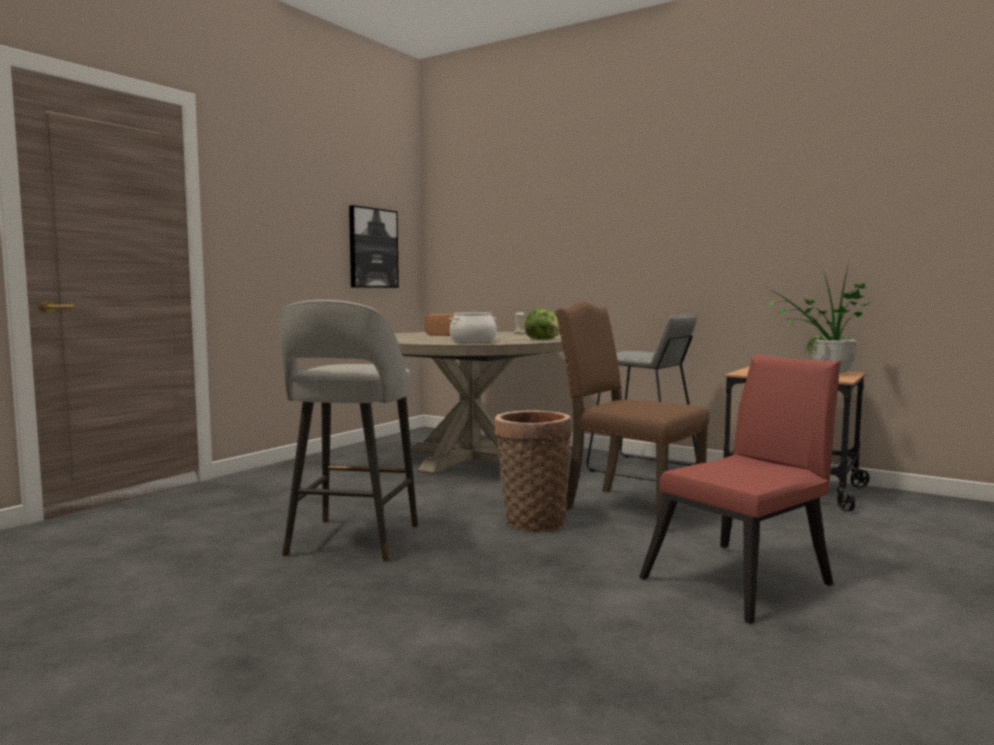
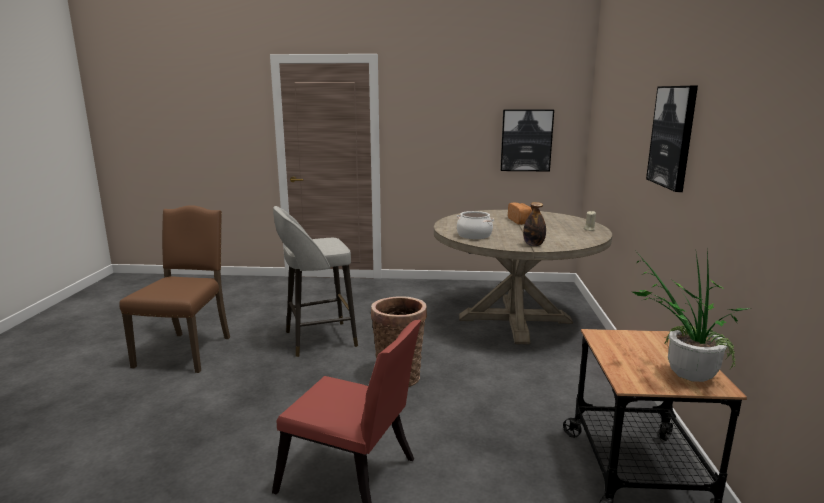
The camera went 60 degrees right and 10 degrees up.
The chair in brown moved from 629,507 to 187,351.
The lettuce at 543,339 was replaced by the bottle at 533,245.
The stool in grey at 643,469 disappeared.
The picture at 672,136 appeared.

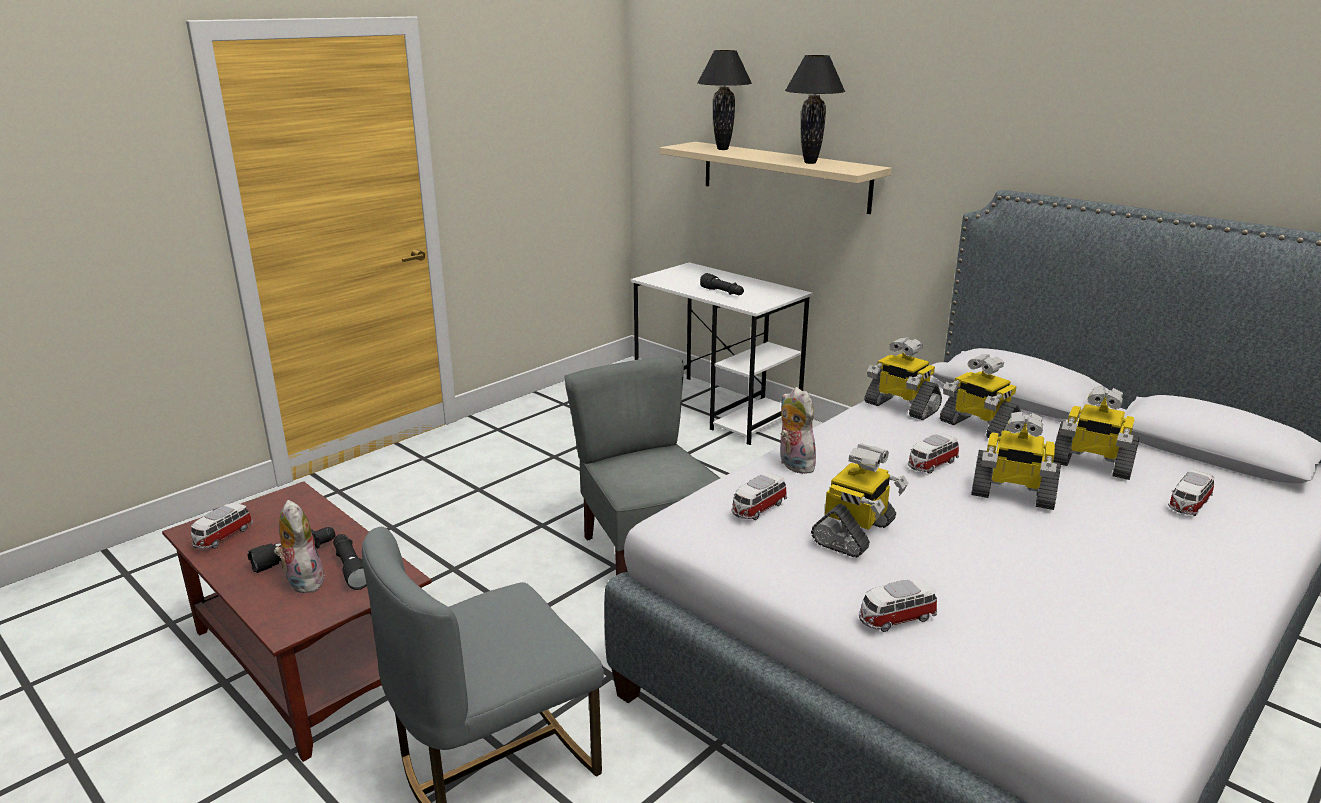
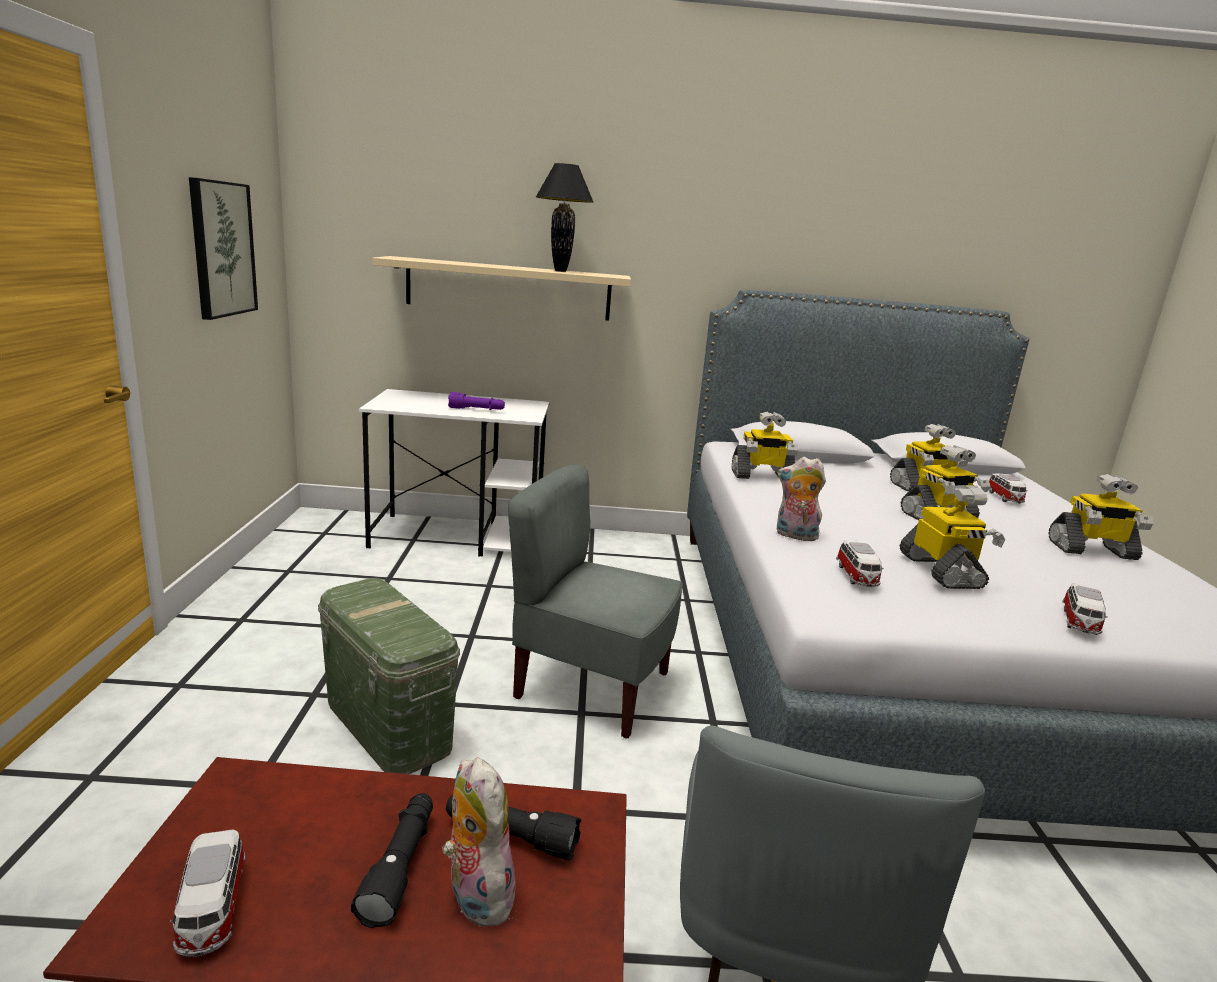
The camera went 45 degrees left and 5 degrees down.
The table lamp in black at 723,149 disappeared.
The flashlight in black at 722,292 became the flashlight in purple at 476,410.
The toy robot moved from 977,427 to 1091,550.
The toy car at 931,465 disappeared.
The plush toy at 302,581 turned 45 degrees clockwise.
The picture at 222,249 appeared.
The storage box in green at 387,724 appeared.

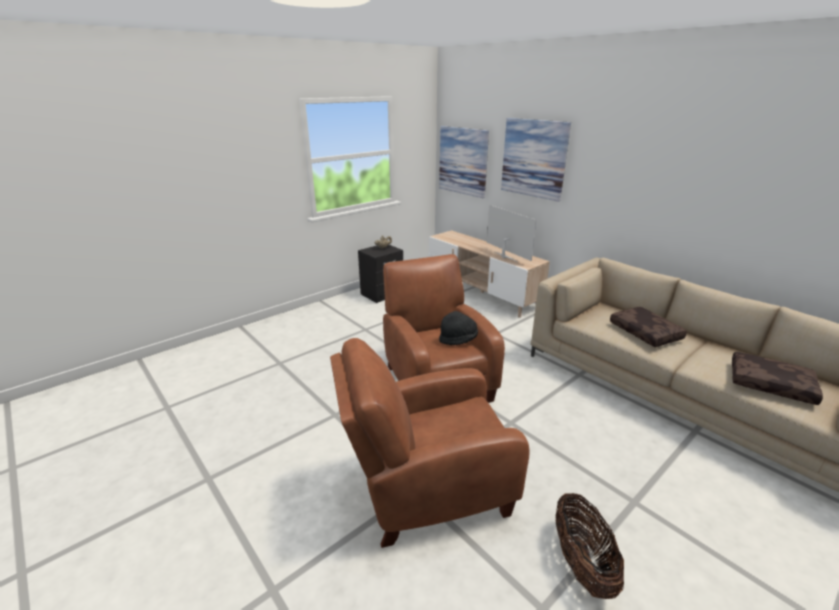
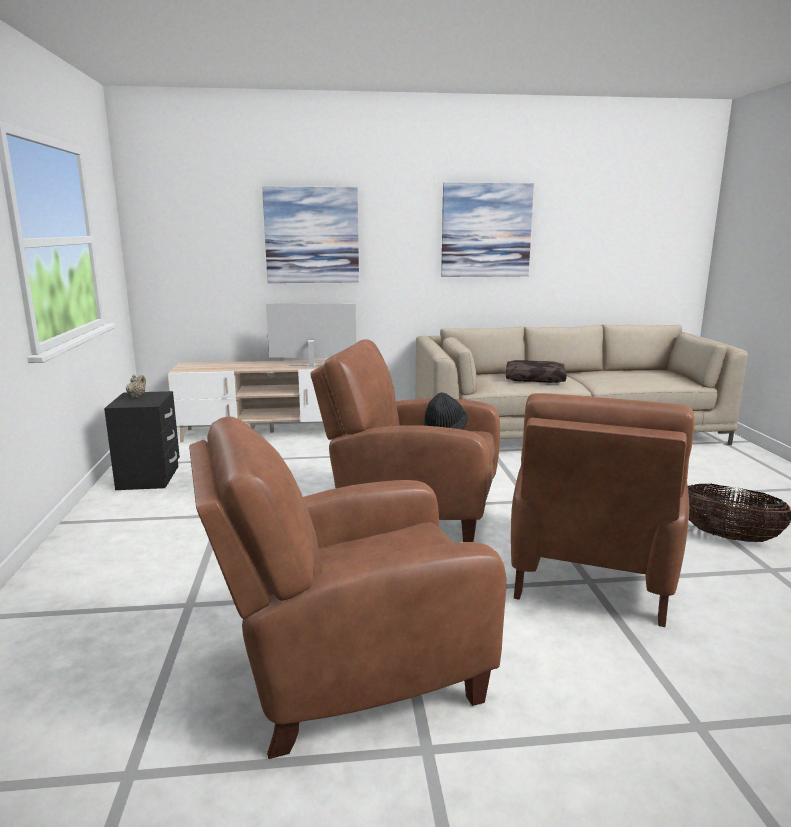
The camera went 55 degrees left and 10 degrees down.
The picture moved from 463,161 to 486,230.
The pillow in brown at 770,384 disappeared.
The armchair in brown at 347,671 appeared.

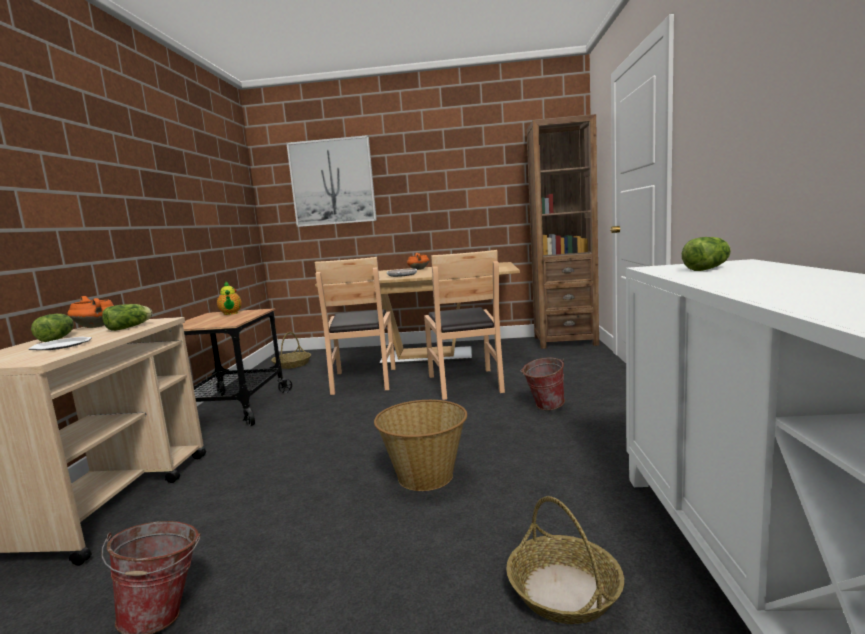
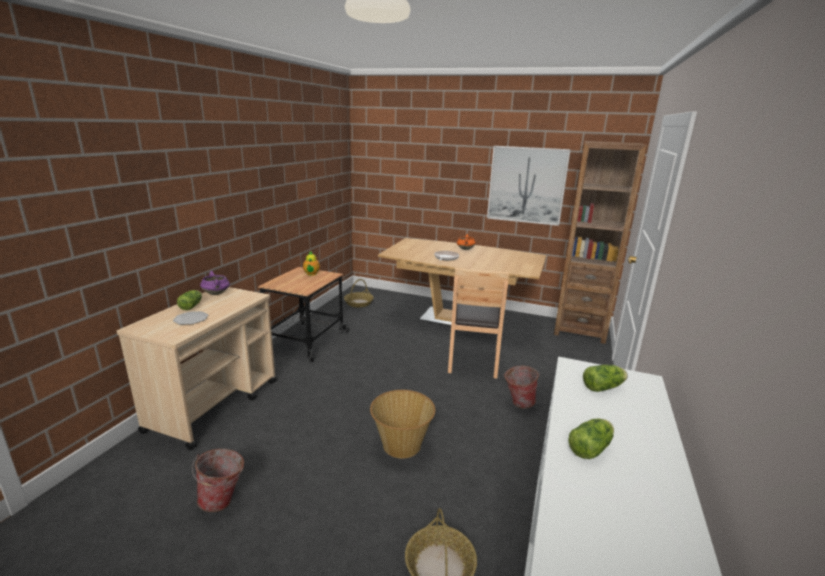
The camera went 15 degrees right and 10 degrees up.
The picture moved from 332,182 to 526,185.
The chair in brown at 363,380 disappeared.
The cooking pot in orange at 96,326 became the cooking pot in purple at 216,293.
The lettuce moved from 130,327 to 591,447.

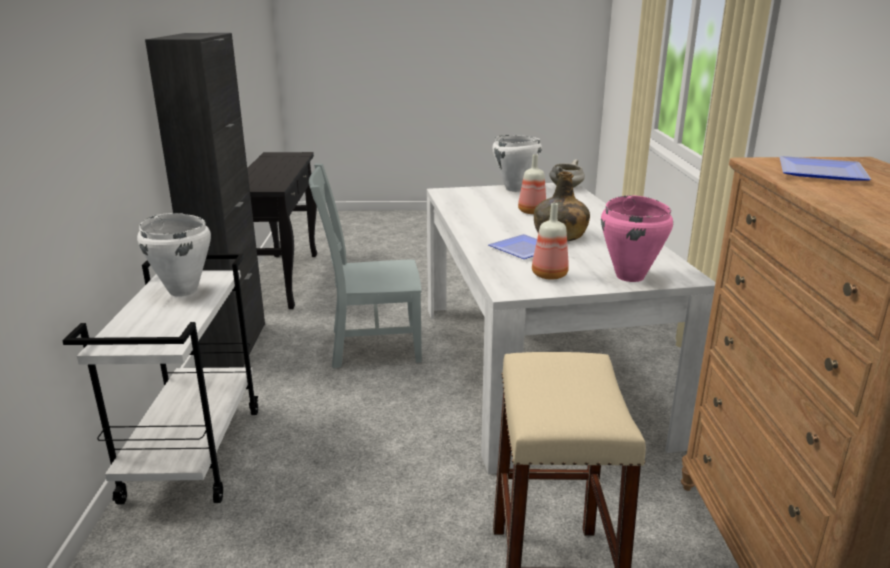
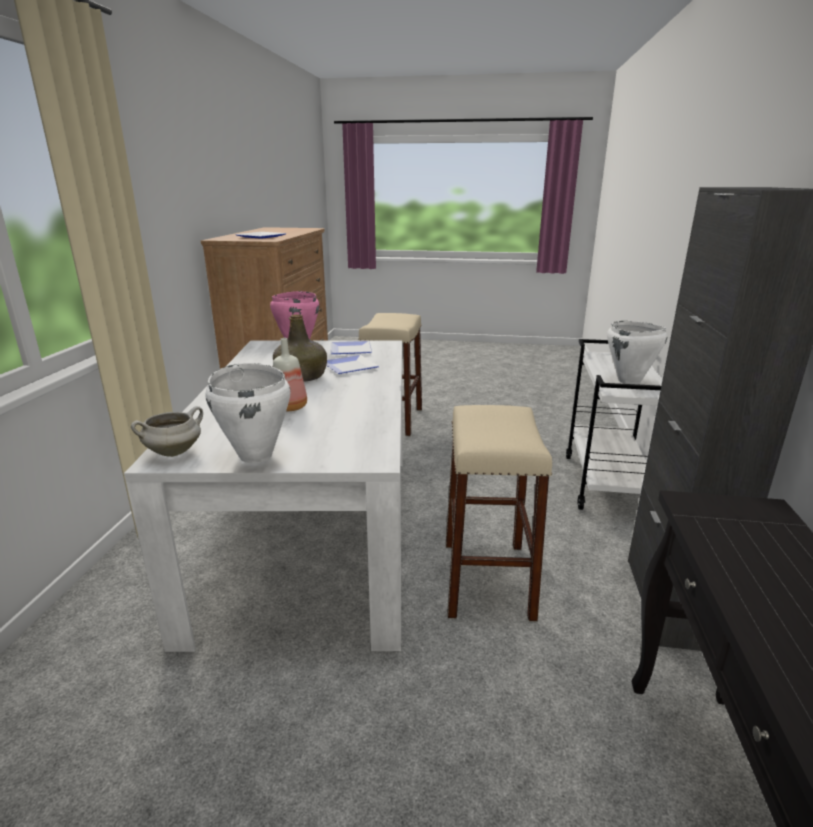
The camera went 170 degrees left and 0 degrees up.
The chair in grey at 371,346 was replaced by the stool in beige at 487,579.
The bottle at 549,275 was replaced by the plate at 352,349.

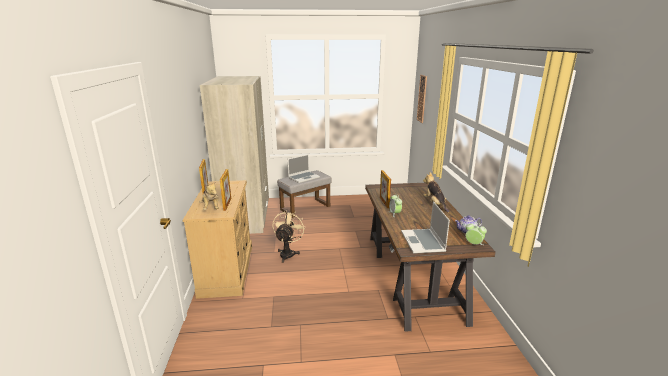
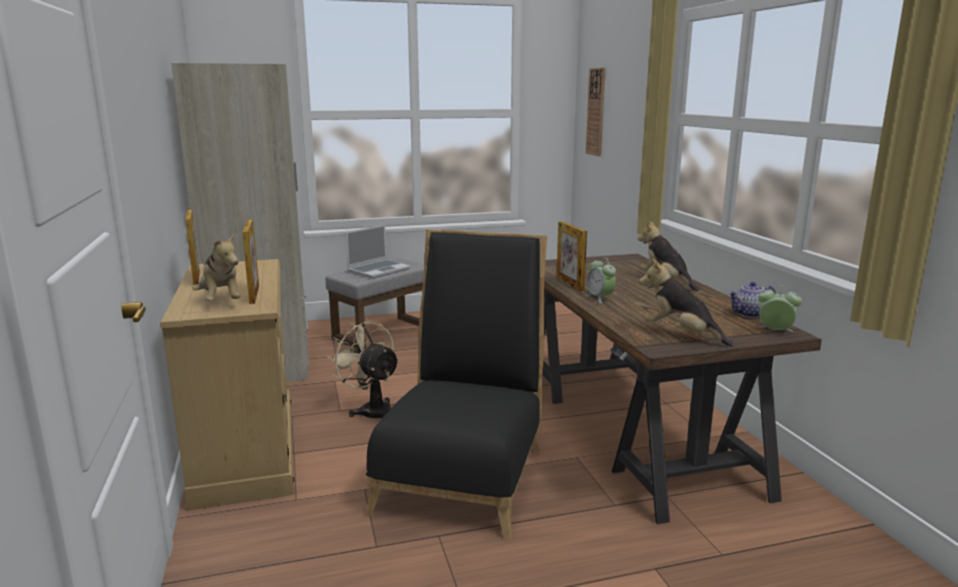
The camera went 10 degrees left and 5 degrees down.
The laptop at 423,242 was replaced by the plush toy at 681,335.
The fan in beige at 288,253 turned 45 degrees counterclockwise.
The chair in black at 464,472 appeared.

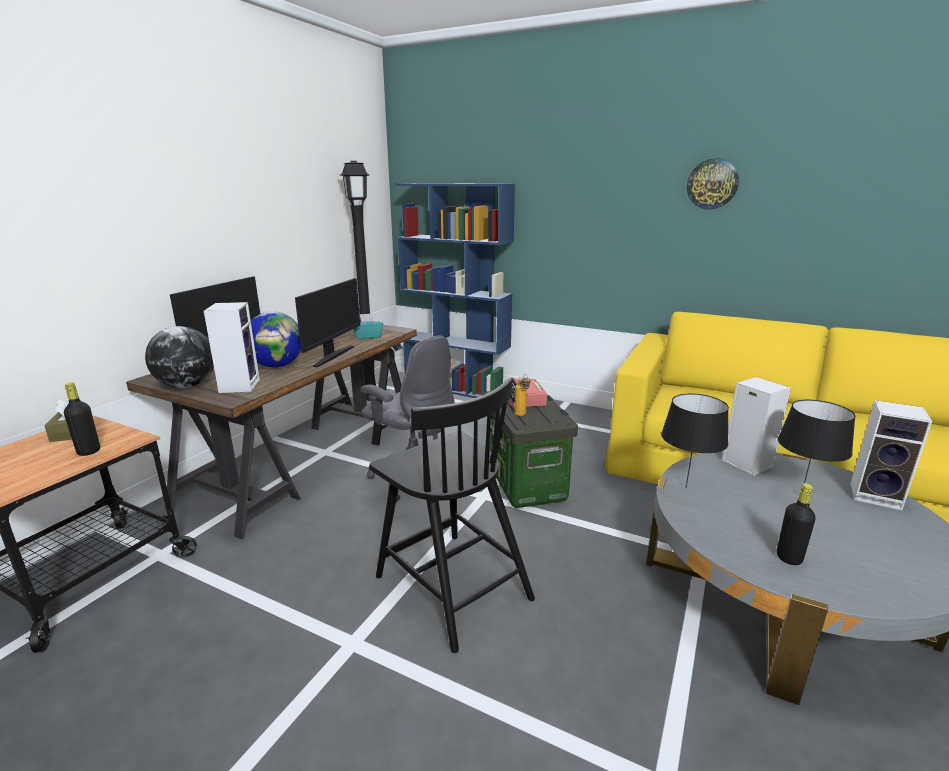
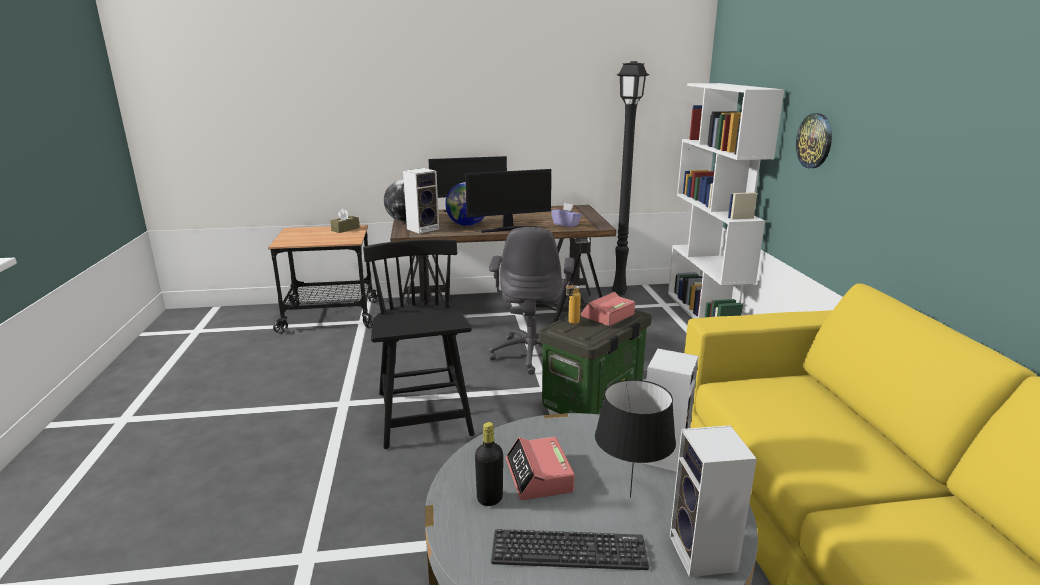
The camera went 55 degrees right and 0 degrees up.
The wall clock moved from 712,184 to 815,141.
The bookcase in blue at 457,388 became the bookcase in white at 705,314.
The tissue box in turquoise at 368,337 became the tissue box in purple at 566,224.
The chair in black at 451,585 turned 150 degrees clockwise.
The bottle in black at 89,451 disappeared.
The table lamp in black at 686,487 disappeared.
The alarm clock at 539,476 appeared.
The keyboard at 568,550 appeared.

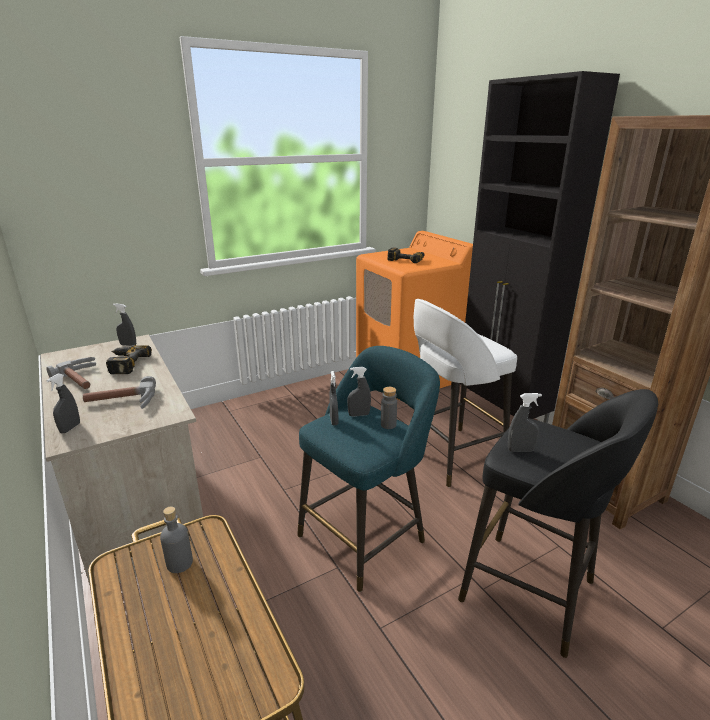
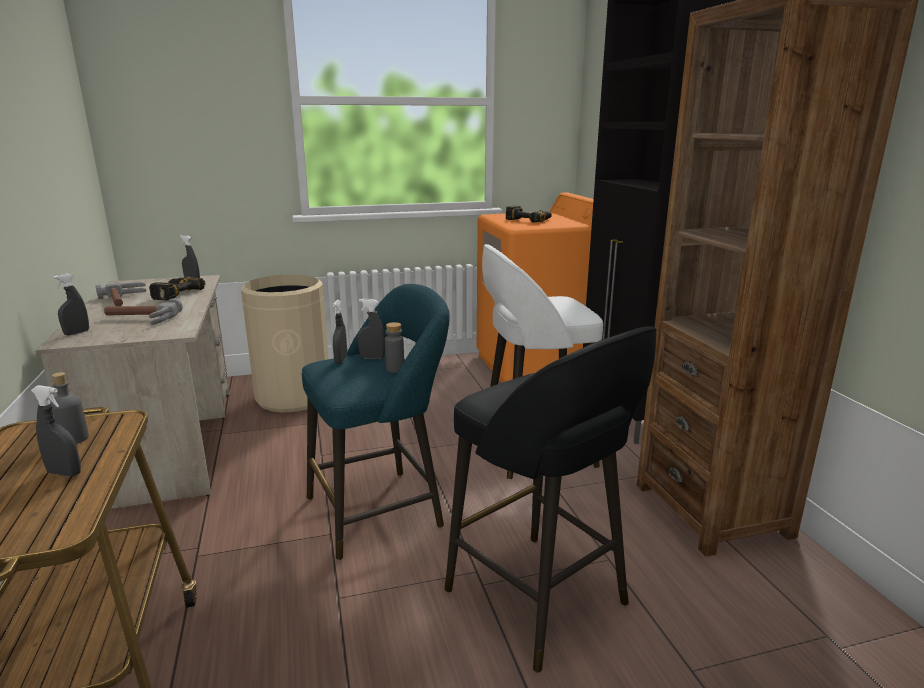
The camera went 15 degrees right and 5 degrees down.
The spray bottle in grey moved from 520,450 to 64,473.
The trash can in beige at 294,397 appeared.

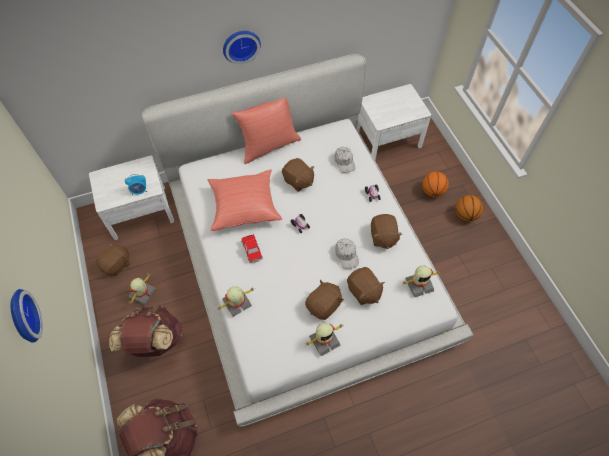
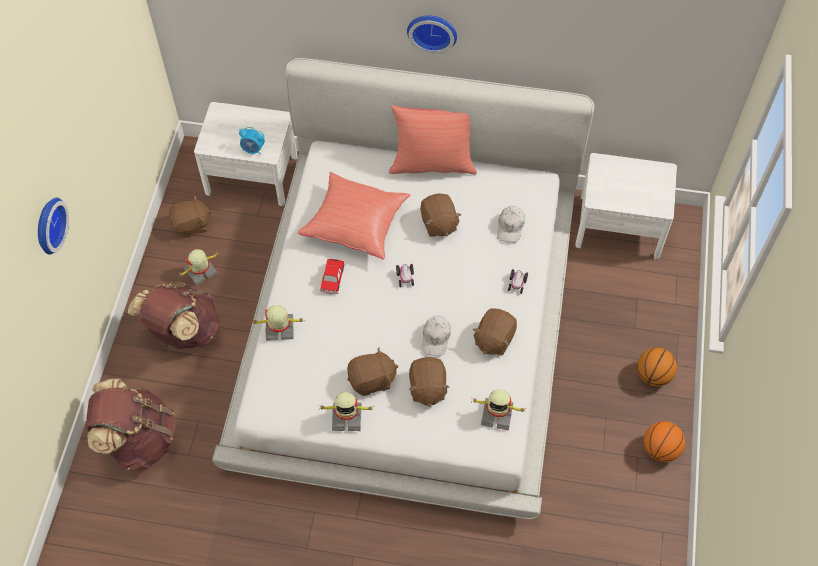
The camera went 30 degrees right and 0 degrees up.
The basketball moved from 432,191 to 660,449.

